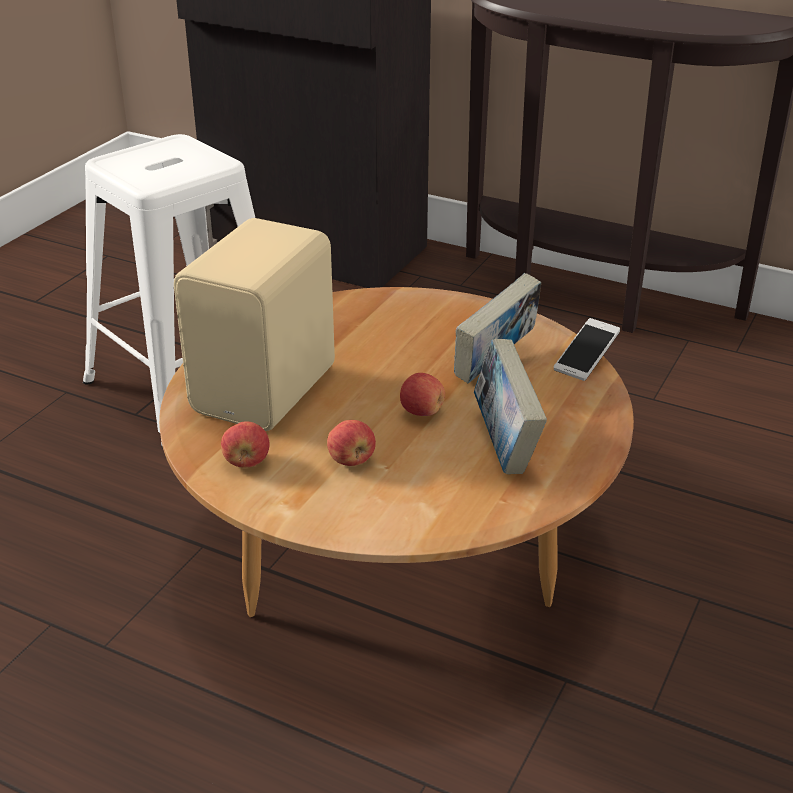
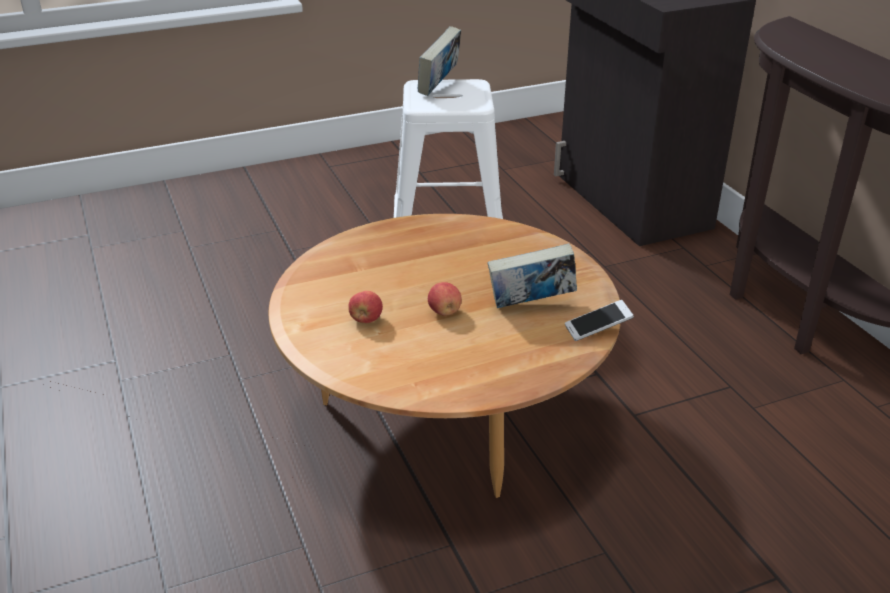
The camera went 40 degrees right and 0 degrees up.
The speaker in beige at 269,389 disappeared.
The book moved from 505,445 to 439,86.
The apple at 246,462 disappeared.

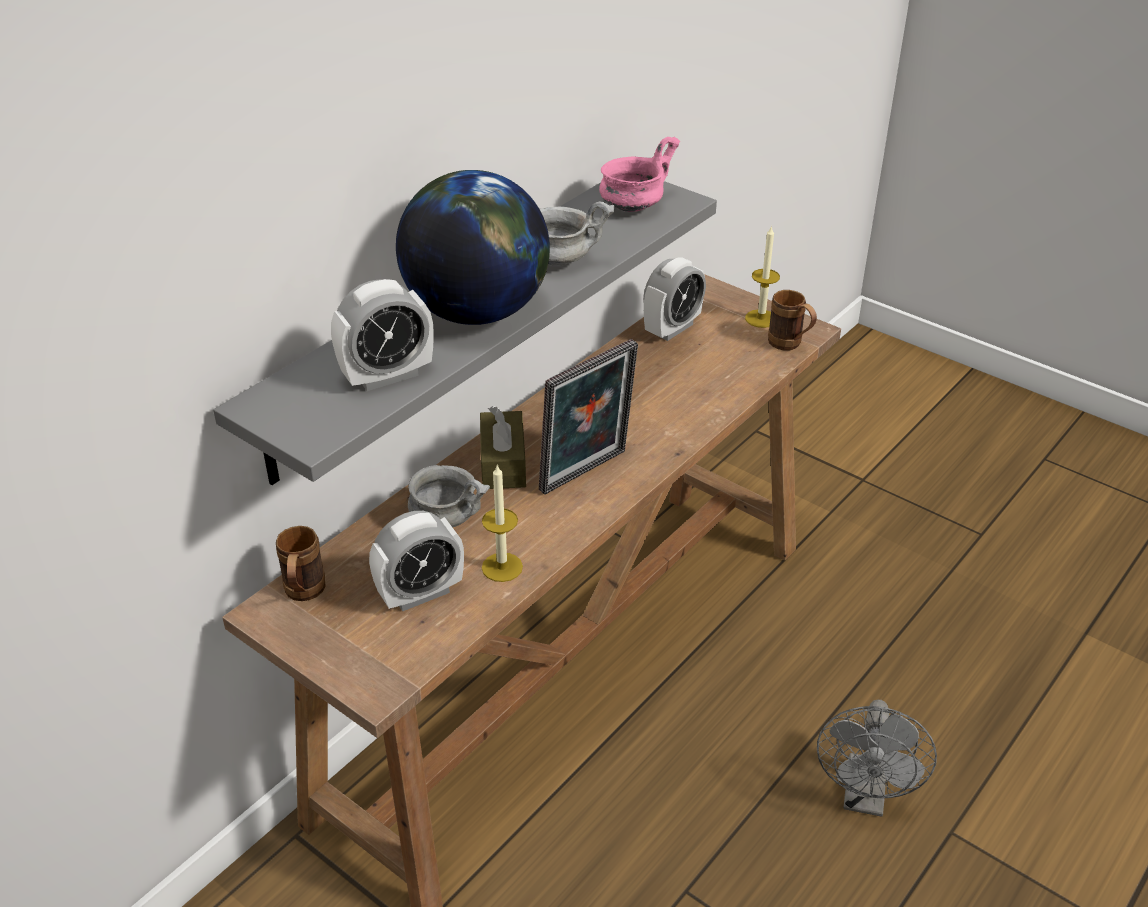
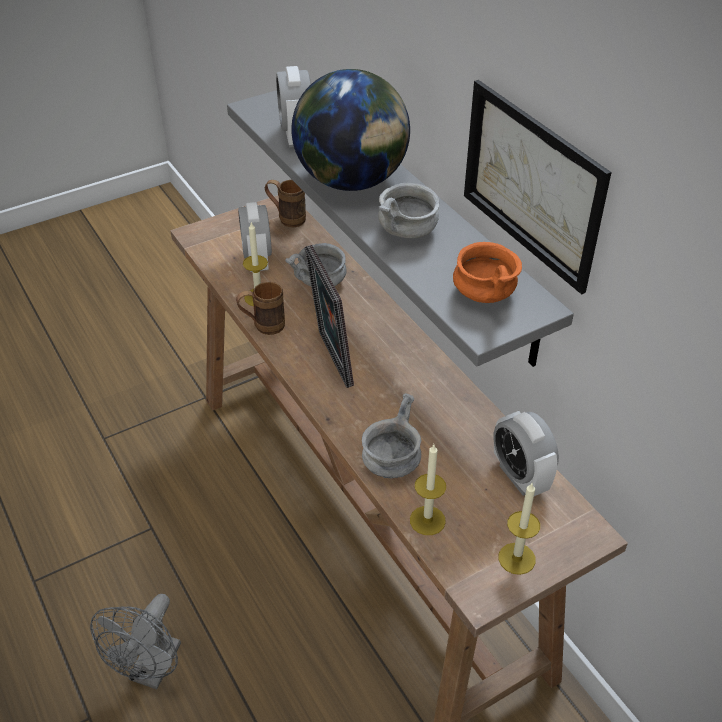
The camera went 110 degrees right and 5 degrees up.
The bowl in pink at 633,205 became the bowl in orange at 486,295.
The mug in brown moved from 790,345 to 262,327.
The tissue box in brown at 503,463 disappeared.
The fan in grey at 865,797 turned 105 degrees counterclockwise.
The picture at 531,184 appeared.
The bowl in grey at 391,462 appeared.
The candle at 427,520 appeared.

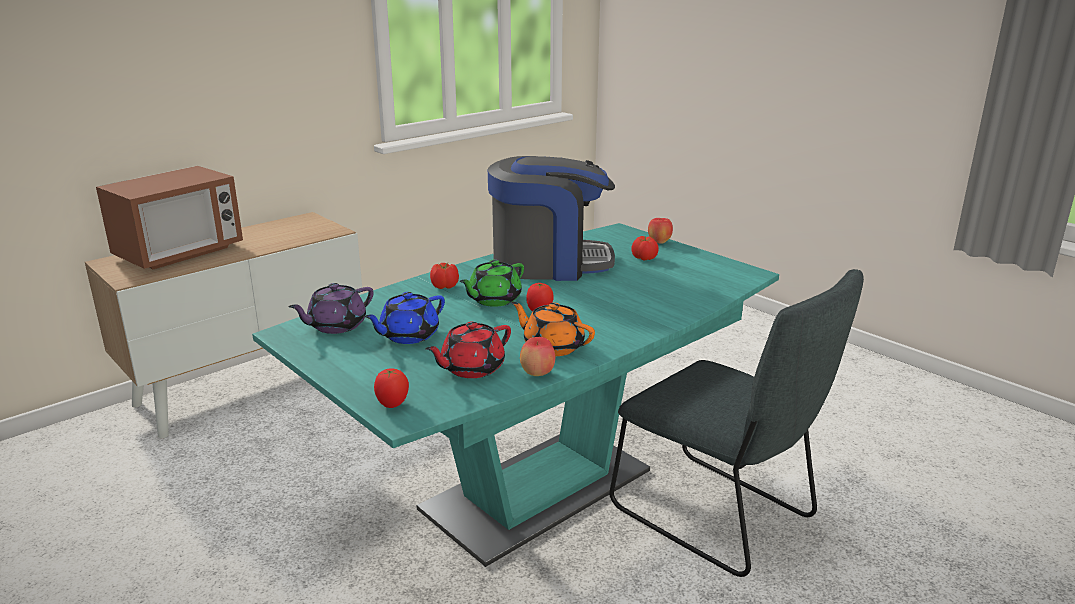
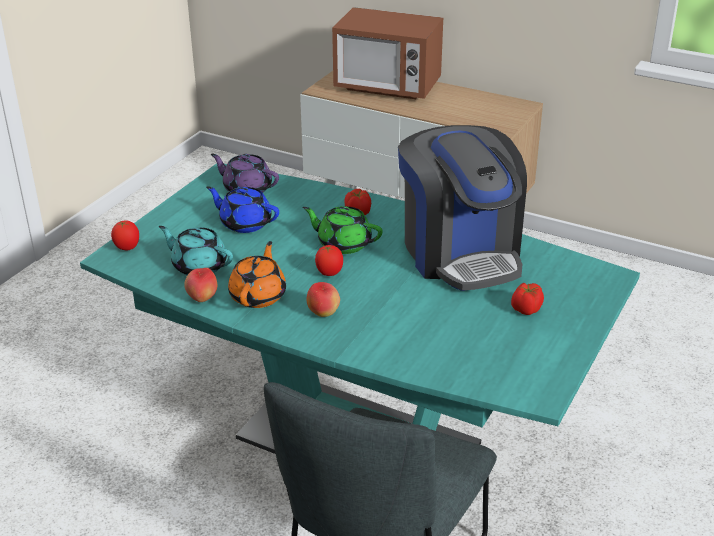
The camera went 70 degrees right and 10 degrees up.
The apple moved from 659,242 to 323,313.
The teapot in red at 471,368 became the teapot in turquoise at 198,266.

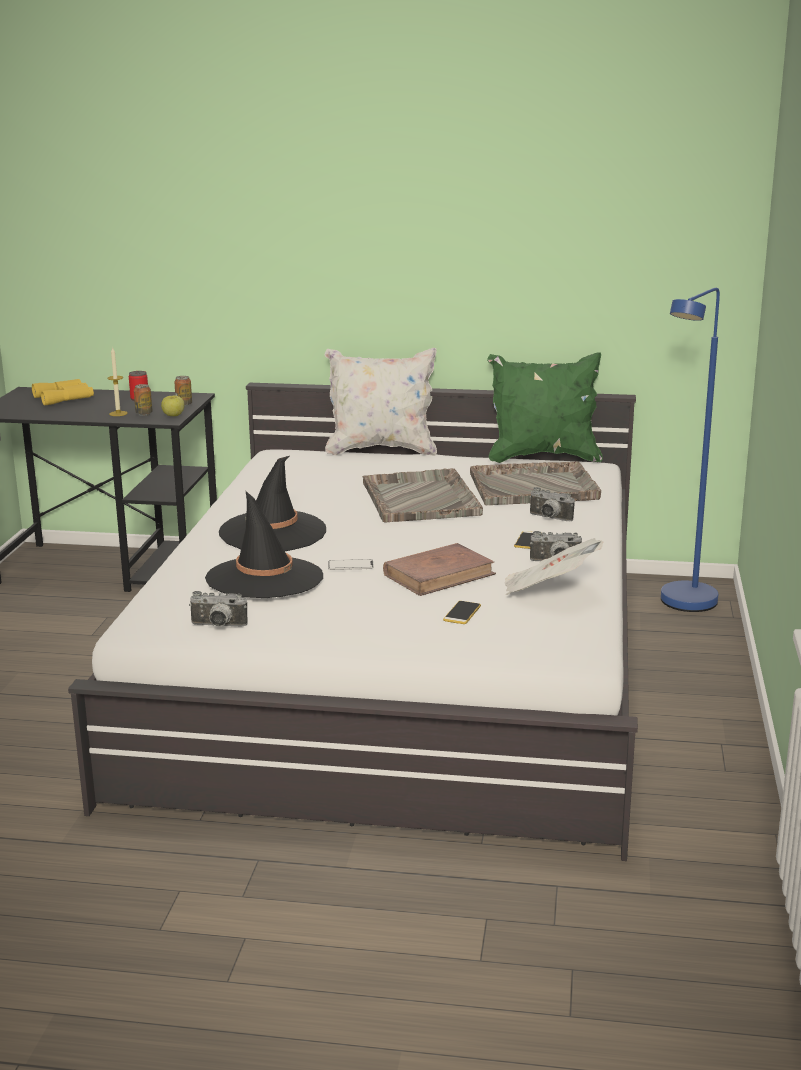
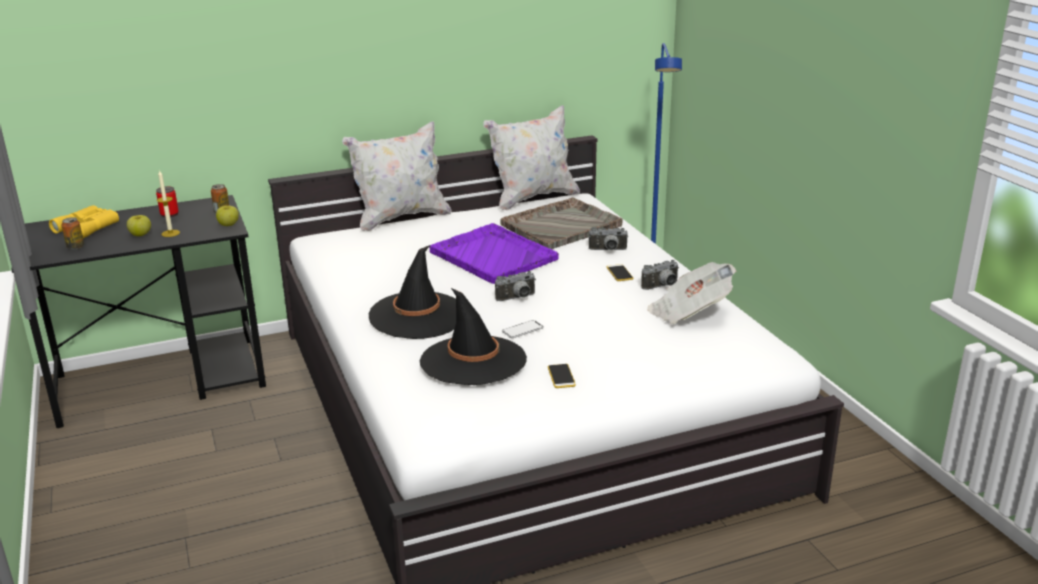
The camera went 30 degrees left and 5 degrees up.
The pillow in green at 543,457 became the pillow in white at 532,198.
The can moved from 144,414 to 75,247.
The tray in grey at 420,498 became the tray in purple at 492,255.
The book in brown at 439,575 disappeared.
The photo camera moved from 218,626 to 517,298.
The phone moved from 462,613 to 561,376.
The apple at 140,235 appeared.

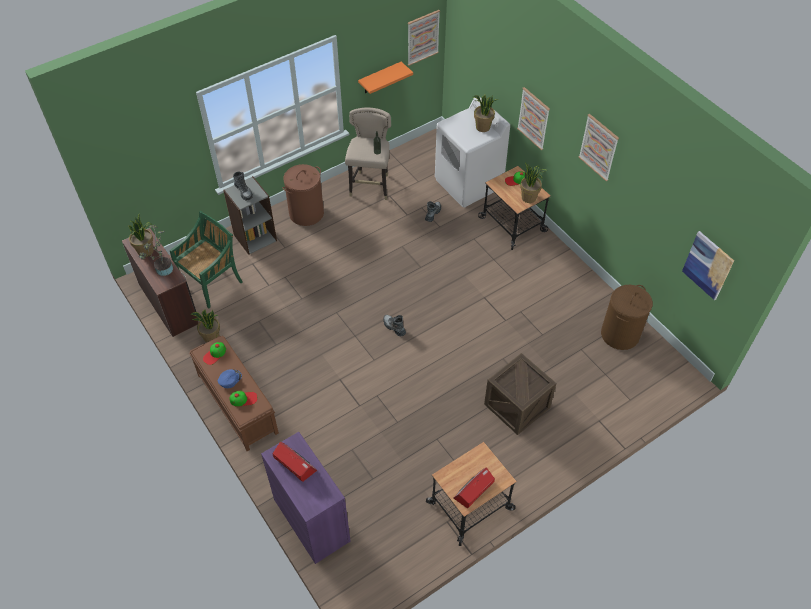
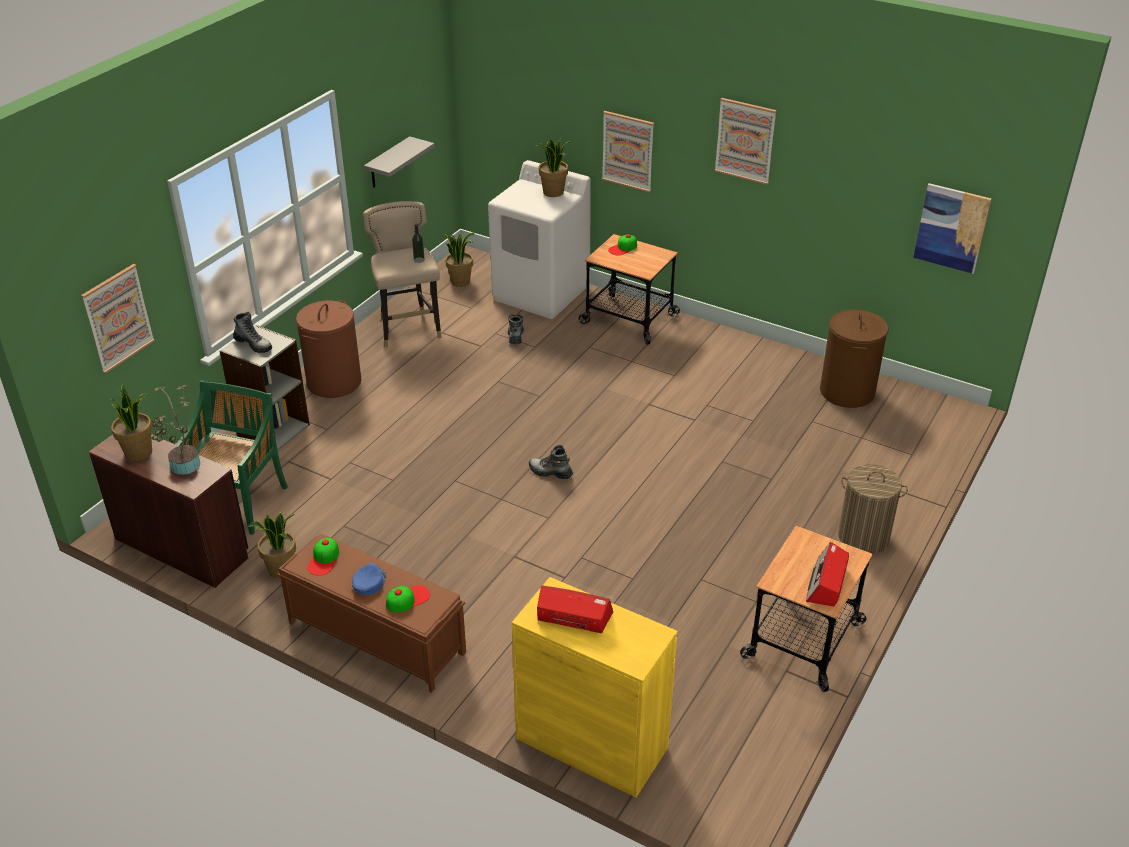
The camera went 25 degrees left and 15 degrees down.
The picture moved from 422,37 to 117,318.
The shelf in orange at 380,78 became the shelf in grey at 388,163.
The potted plant moved from 529,197 to 460,281.
The crate at 517,406 disappeared.
The cabinet in purple at 311,520 became the cabinet in yellow at 591,743.
The laundry basket at 863,537 appeared.

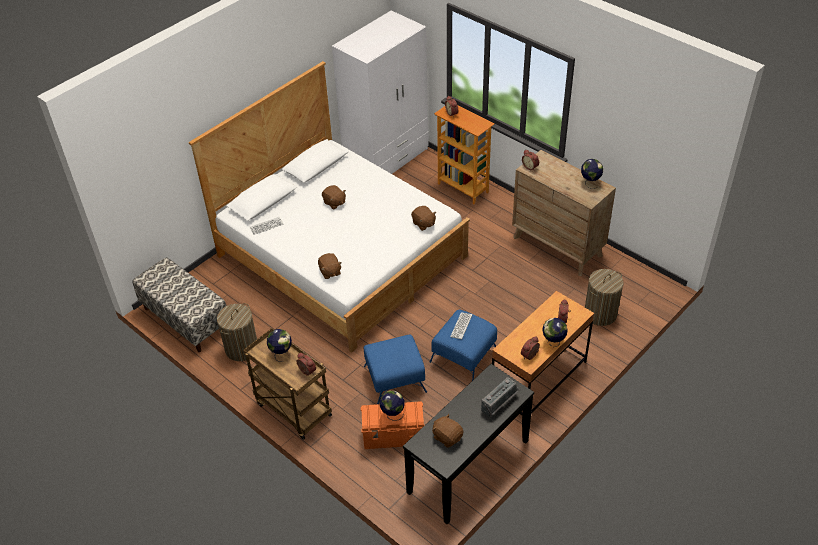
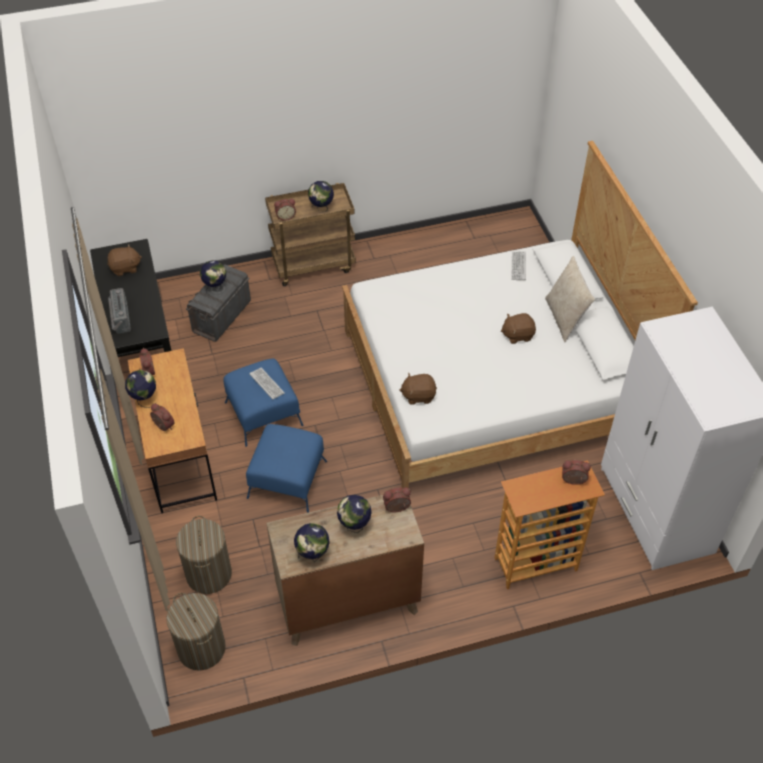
The camera went 120 degrees right and 5 degrees up.
The plush toy in brown at 330,272 disappeared.
The bench at 186,319 disappeared.
The laundry basket moved from 241,349 to 201,648.
The ottoman in blue moved from 394,379 to 288,479.
The storage box in orange at 394,436 became the storage box in grey at 221,317.
The pillow in beige at 565,318 appeared.
The globe at 354,526 appeared.

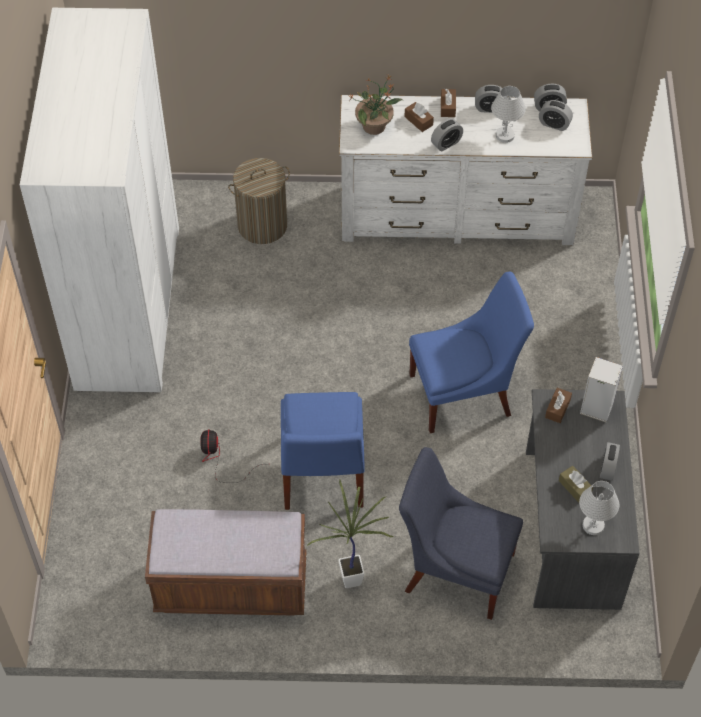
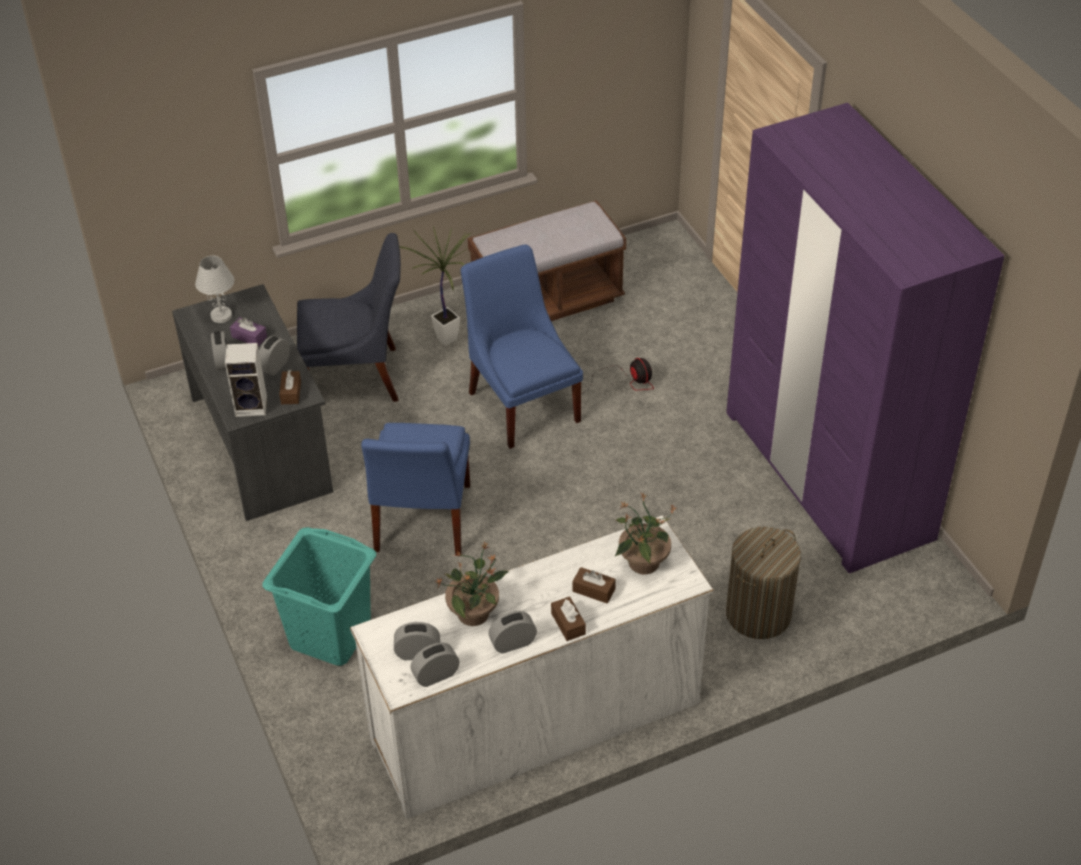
The camera went 155 degrees right and 10 degrees down.
The wardrobe in white at 128,306 became the wardrobe in purple at 827,474.
The table lamp in white at 505,135 was replaced by the potted plant at 474,613.
The alarm clock moved from 446,143 to 275,366.
The chair in blue at 465,394 turned 45 degrees counterclockwise.
The tissue box in brown at 574,487 became the tissue box in purple at 249,337.
The laundry basket in turquoise at 329,635 appeared.

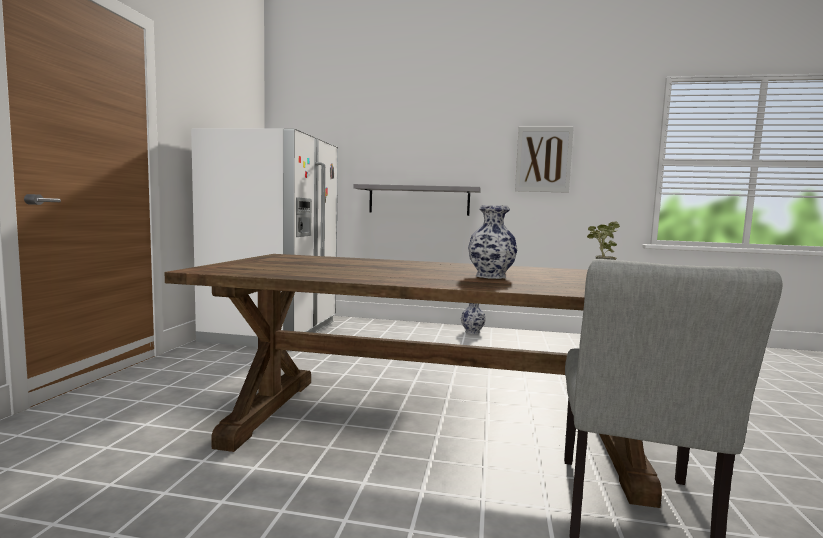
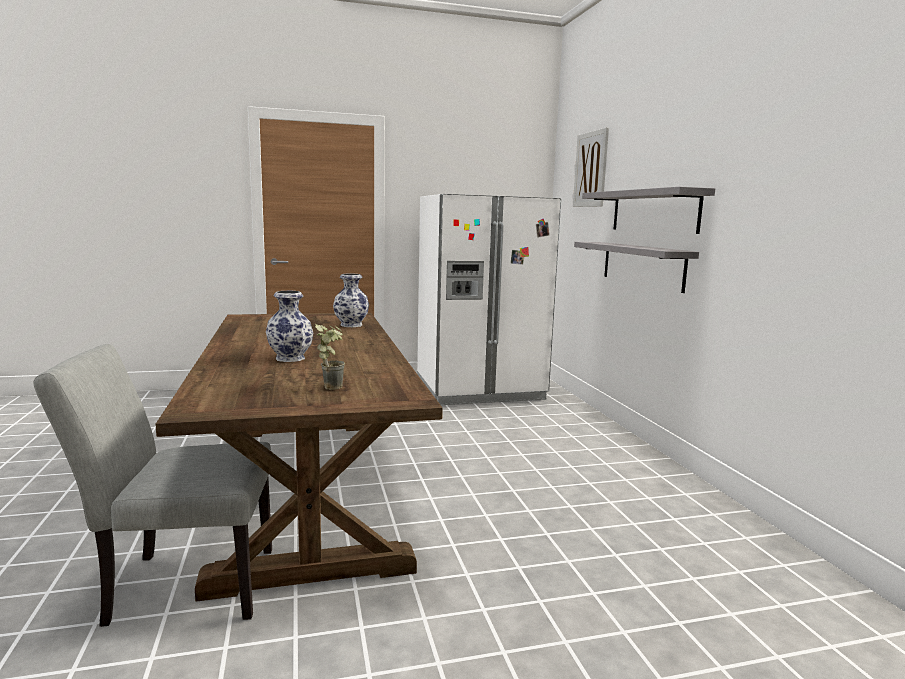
The camera went 65 degrees right and 5 degrees up.
The picture moved from 543,159 to 591,169.
The vase moved from 472,332 to 351,325.
The shelf in grey at 653,211 appeared.

